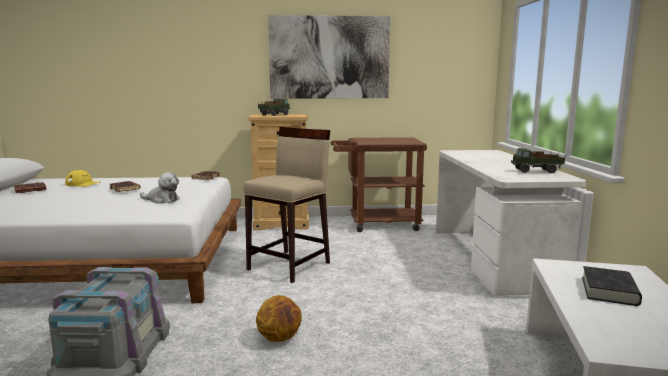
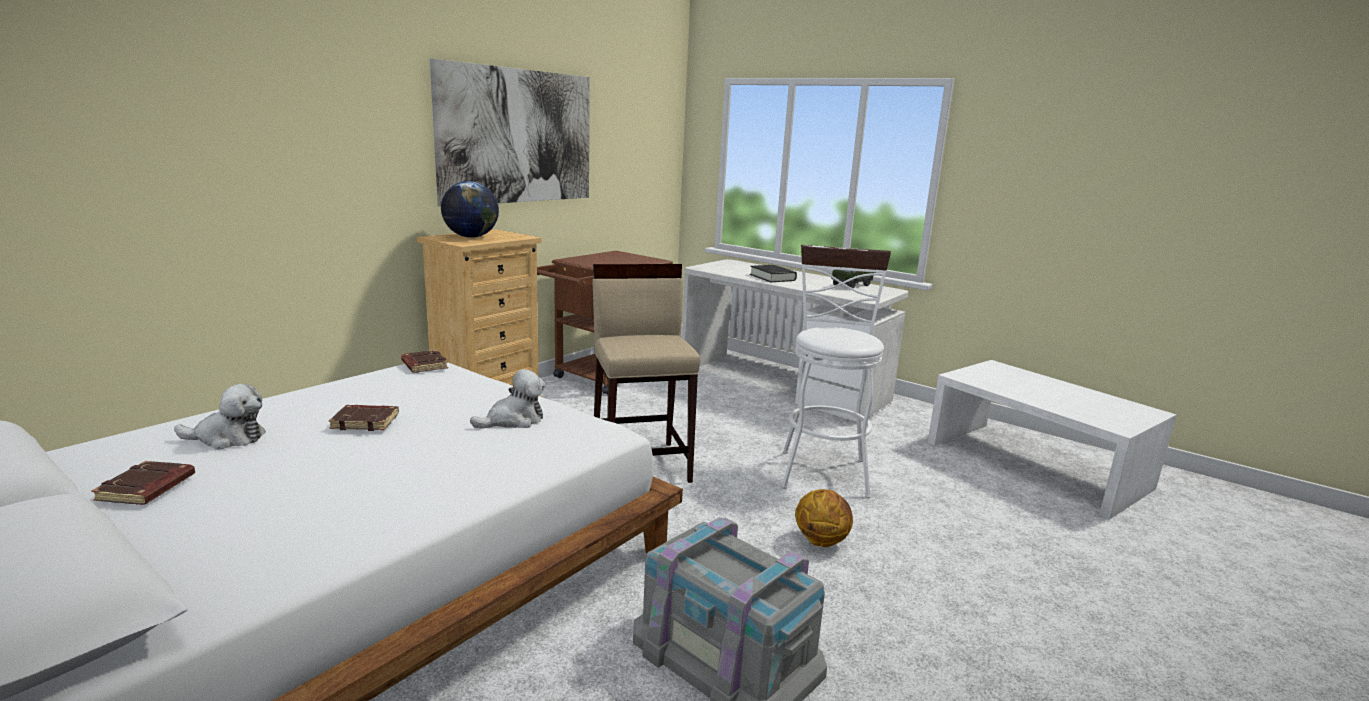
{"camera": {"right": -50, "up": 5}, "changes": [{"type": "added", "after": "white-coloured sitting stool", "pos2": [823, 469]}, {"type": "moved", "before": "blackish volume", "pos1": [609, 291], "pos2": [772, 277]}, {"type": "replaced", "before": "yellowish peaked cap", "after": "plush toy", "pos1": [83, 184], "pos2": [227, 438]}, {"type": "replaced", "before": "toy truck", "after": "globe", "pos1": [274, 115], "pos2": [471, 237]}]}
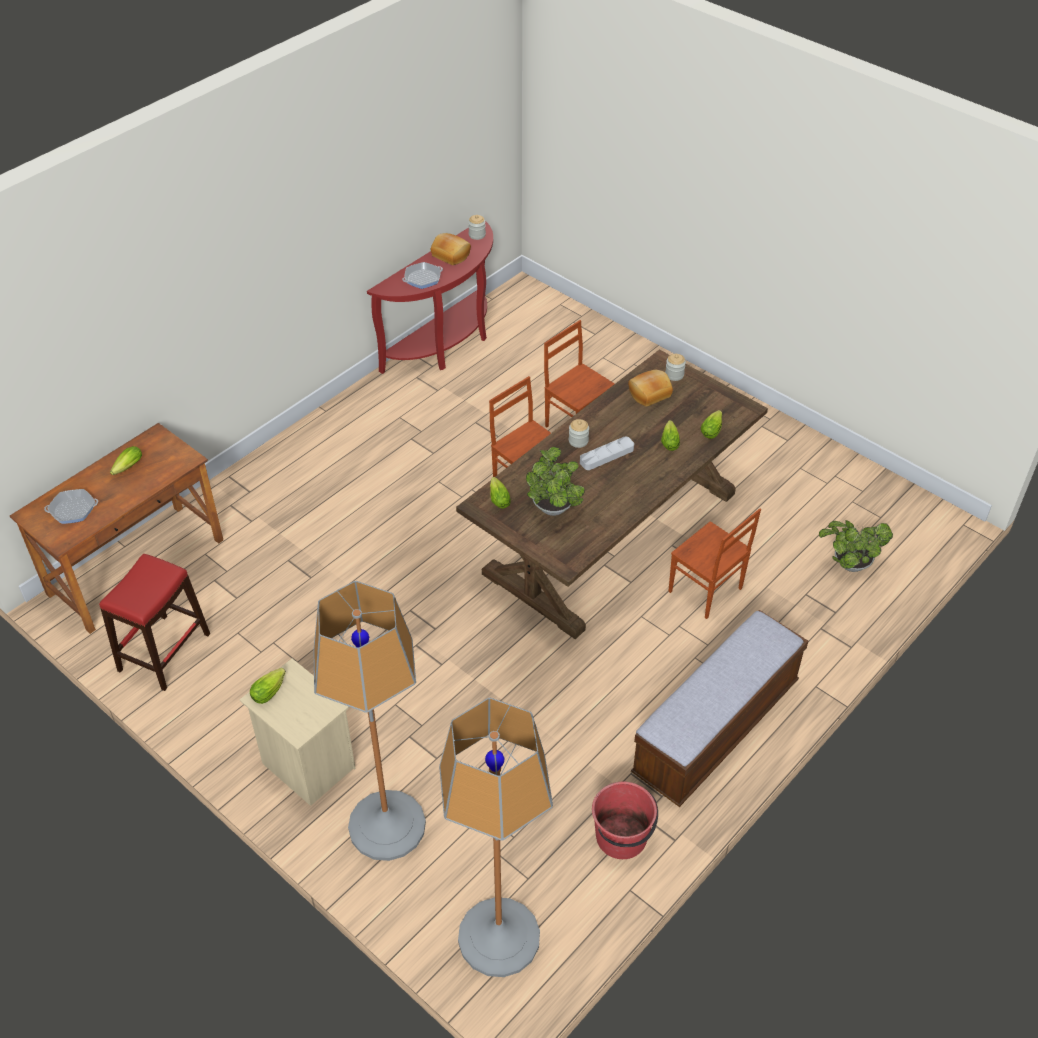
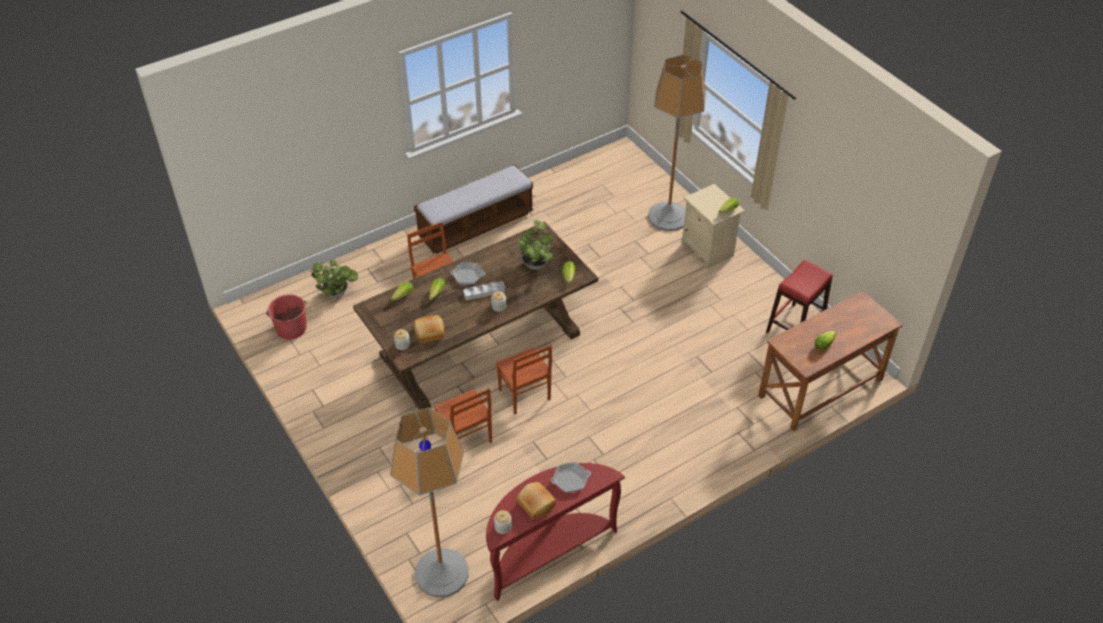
{"camera": {"right": -165, "up": 0}, "changes": [{"type": "moved", "before": "frying pan", "pos1": [73, 510], "pos2": [467, 276]}, {"type": "moved", "before": "standard lamp", "pos1": [499, 938], "pos2": [441, 573]}, {"type": "moved", "before": "red-coloured bucket", "pos1": [622, 837], "pos2": [291, 328]}]}
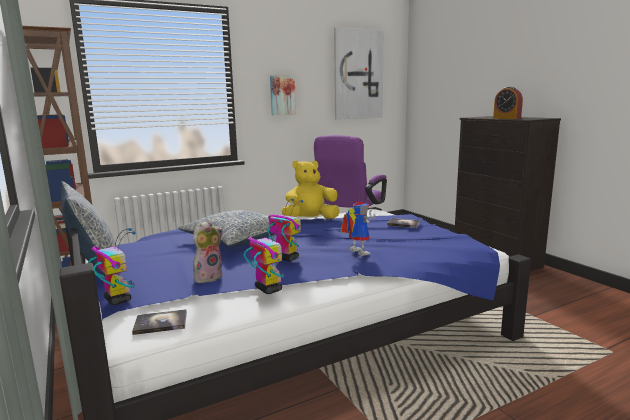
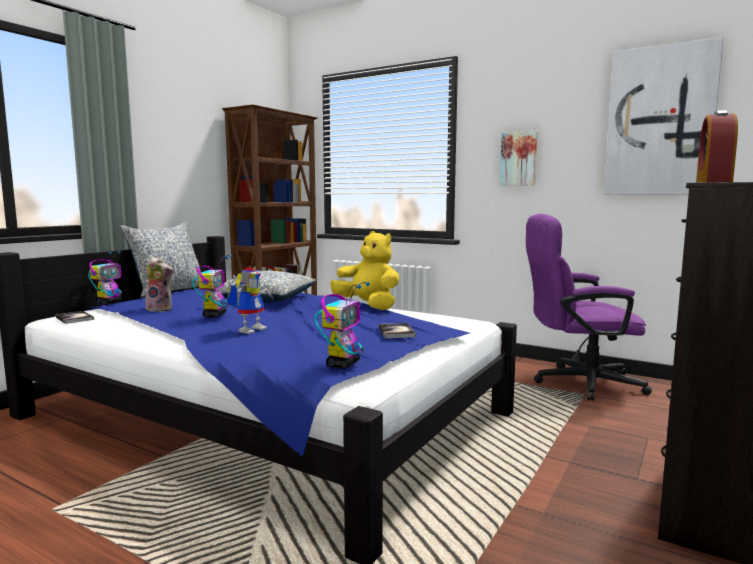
{"camera": {"right": 60, "up": -5}, "changes": [{"type": "moved", "before": "model robot", "pos1": [268, 289], "pos2": [343, 364]}]}
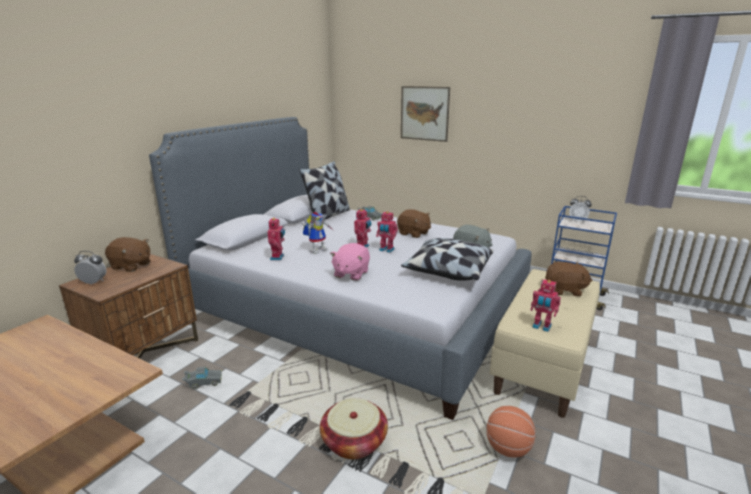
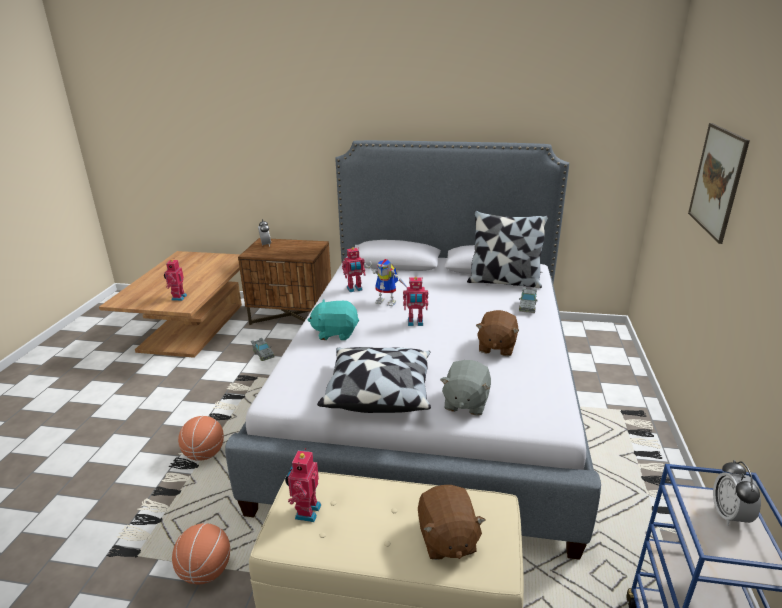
{"camera": {"right": 70, "up": 5}, "changes": [{"type": "removed", "before": "brown plush toy", "pos1": [131, 266]}, {"type": "moved", "before": "model robot", "pos1": [386, 250], "pos2": [178, 297]}, {"type": "replaced", "before": "basket", "after": "basketball ball", "pos1": [354, 441], "pos2": [204, 454]}, {"type": "recoloured", "before": "pinkish plush toy", "after": "turquoise-coloured plush toy", "pos1": [351, 274], "pos2": [335, 333]}]}
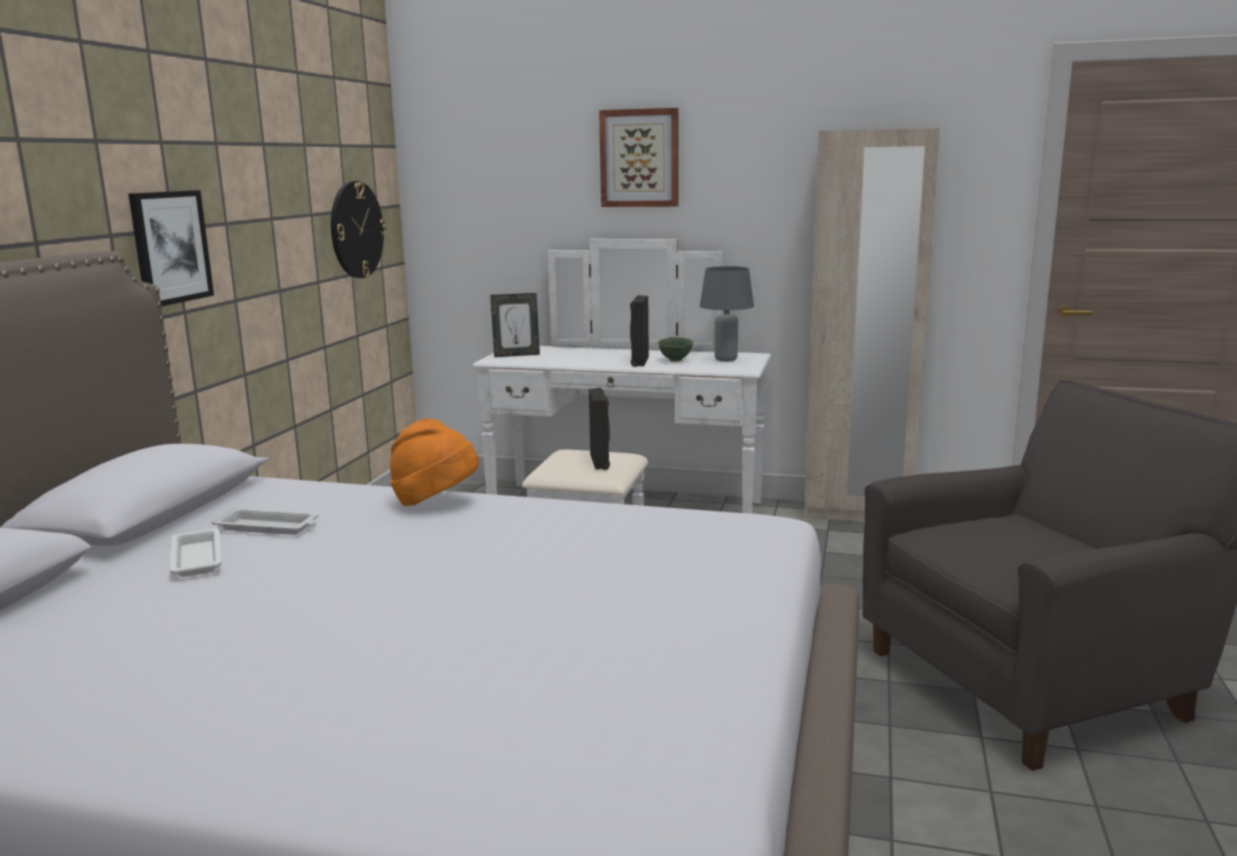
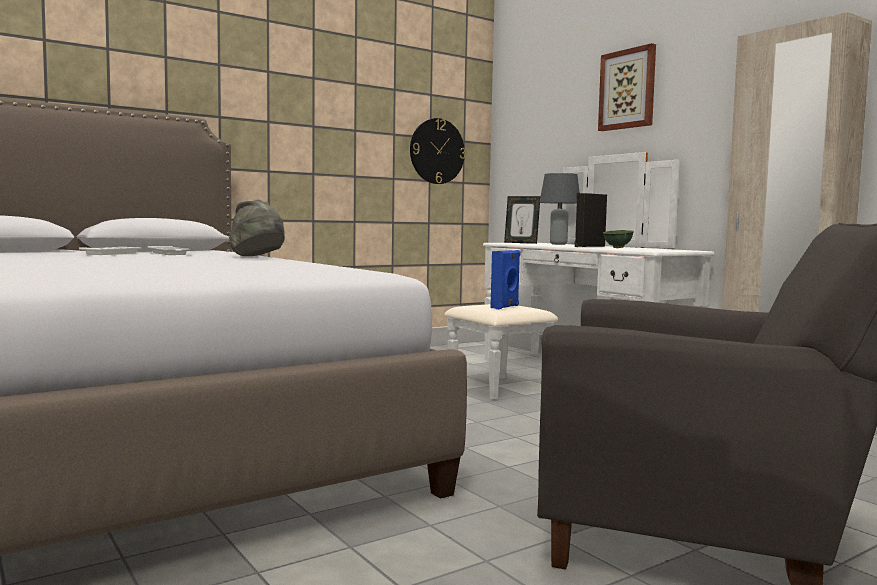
{"camera": {"right": 40, "up": -10}, "changes": [{"type": "removed", "before": "wall picture", "pos1": [170, 247]}, {"type": "moved", "before": "greyish table lamp", "pos1": [725, 359], "pos2": [558, 244]}, {"type": "recoloured", "before": "orange clothing hat", "after": "greyish clothing hat", "pos1": [435, 502], "pos2": [258, 257]}, {"type": "recoloured", "before": "blackish speaker", "after": "blue speaker", "pos1": [600, 462], "pos2": [505, 307]}]}
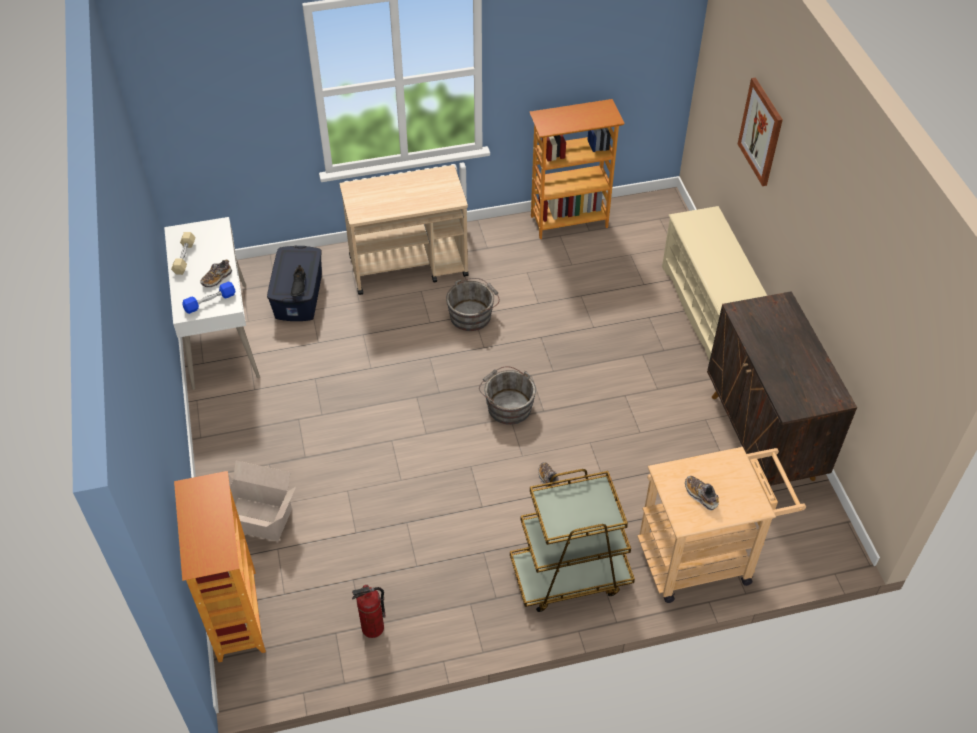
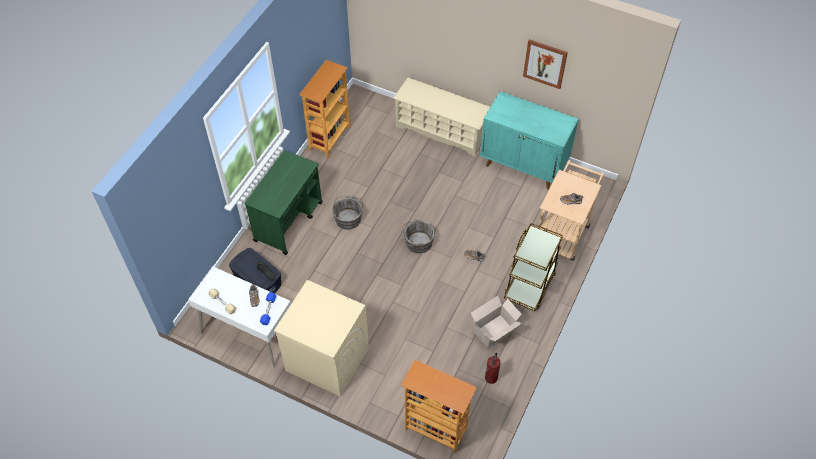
{"camera": {"right": -50, "up": 5}, "changes": [{"type": "added", "after": "beige laundry appliance", "pos2": [326, 359]}, {"type": "moved", "before": "cardboard box", "pos1": [259, 520], "pos2": [495, 331]}, {"type": "moved", "before": "wall picture", "pos1": [761, 132], "pos2": [545, 63]}, {"type": "recoloured", "before": "beige trolley", "after": "green trolley", "pos1": [409, 266], "pos2": [289, 221]}, {"type": "recoloured", "before": "brown storage cabinet", "after": "turquoise-coloured storage cabinet", "pos1": [762, 437], "pos2": [524, 166]}]}
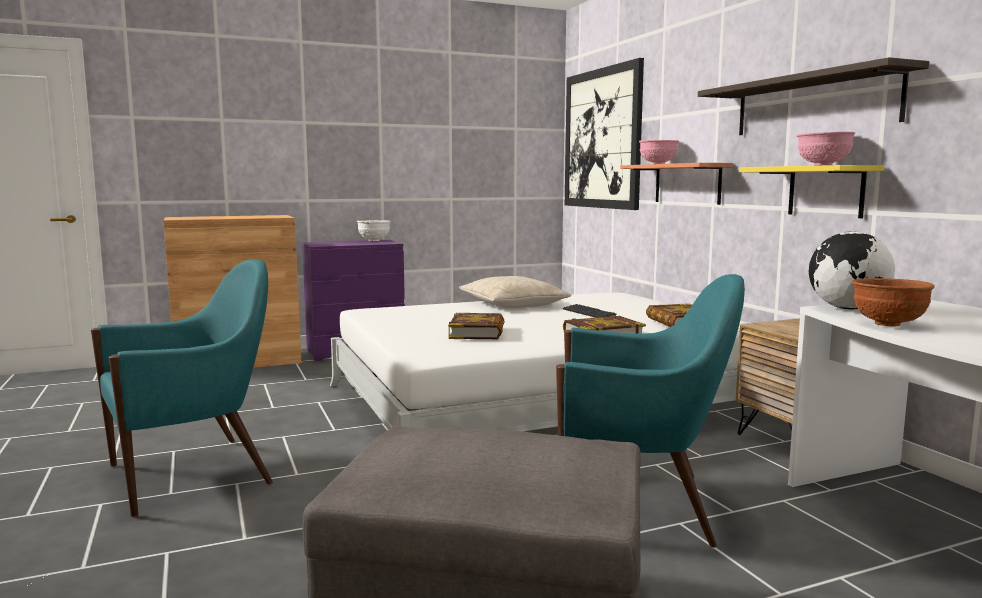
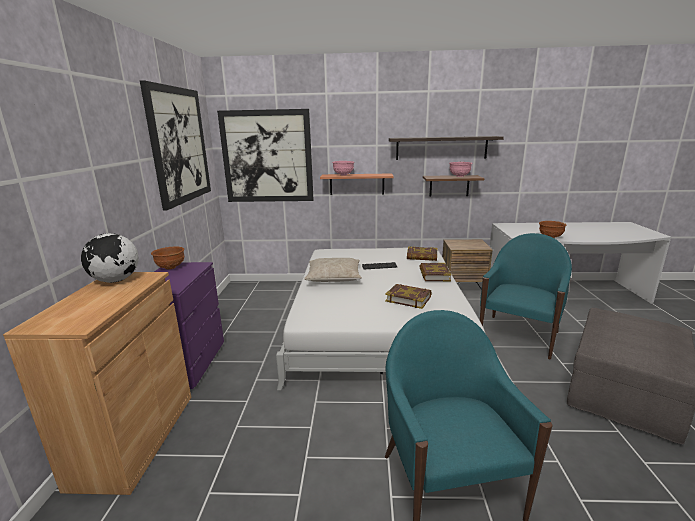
{"camera": {"right": -65, "up": 10}, "changes": [{"type": "added", "after": "wall picture", "pos2": [179, 145]}, {"type": "moved", "before": "globe", "pos1": [847, 308], "pos2": [116, 281]}, {"type": "recoloured", "before": "white-coloured serving bowl", "after": "brown serving bowl", "pos1": [374, 240], "pos2": [171, 267]}, {"type": "recoloured", "before": "yellowish wall shelf", "after": "brown wall shelf", "pos1": [825, 191], "pos2": [449, 185]}]}
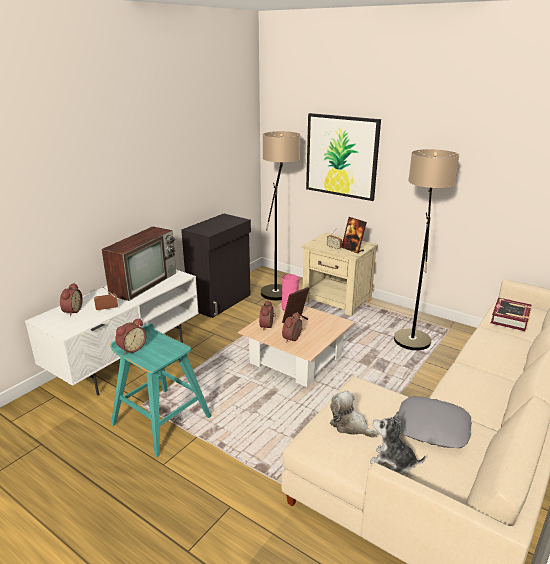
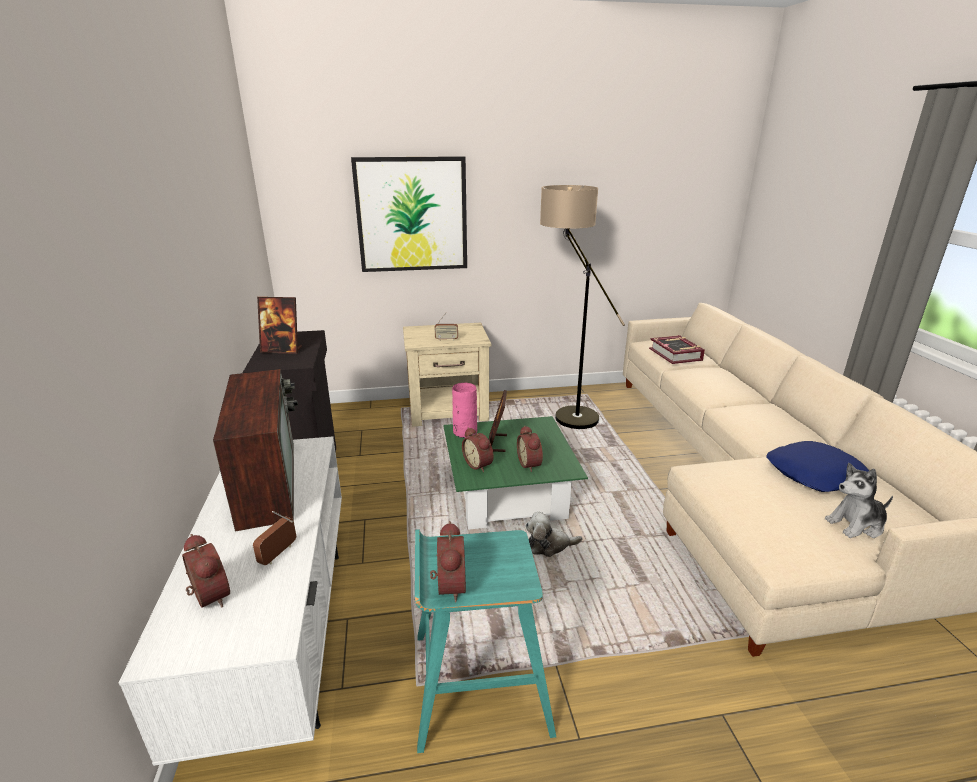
{"camera": {"right": -45, "up": 0}, "changes": [{"type": "removed", "before": "standard lamp", "pos1": [278, 288]}, {"type": "moved", "before": "plush toy", "pos1": [350, 425], "pos2": [549, 545]}, {"type": "moved", "before": "standing frame", "pos1": [352, 249], "pos2": [282, 350]}, {"type": "recoloured", "before": "beige lounge table", "after": "green lounge table", "pos1": [296, 359], "pos2": [508, 494]}, {"type": "recoloured", "before": "greyish pillow", "after": "blue pillow", "pos1": [432, 428], "pos2": [815, 474]}]}
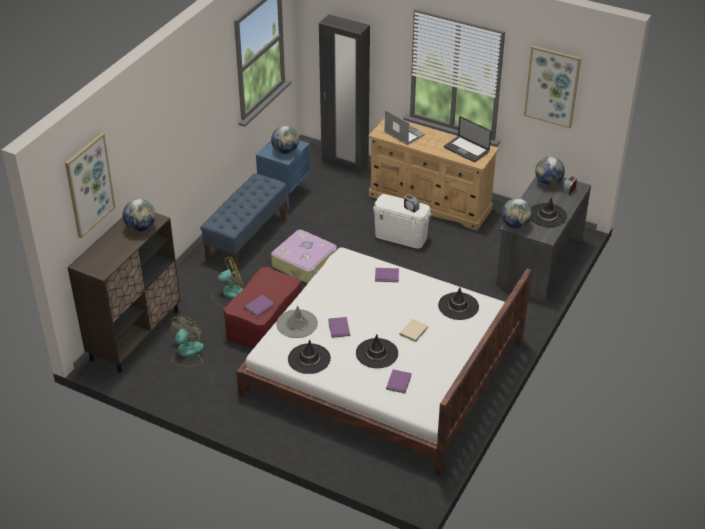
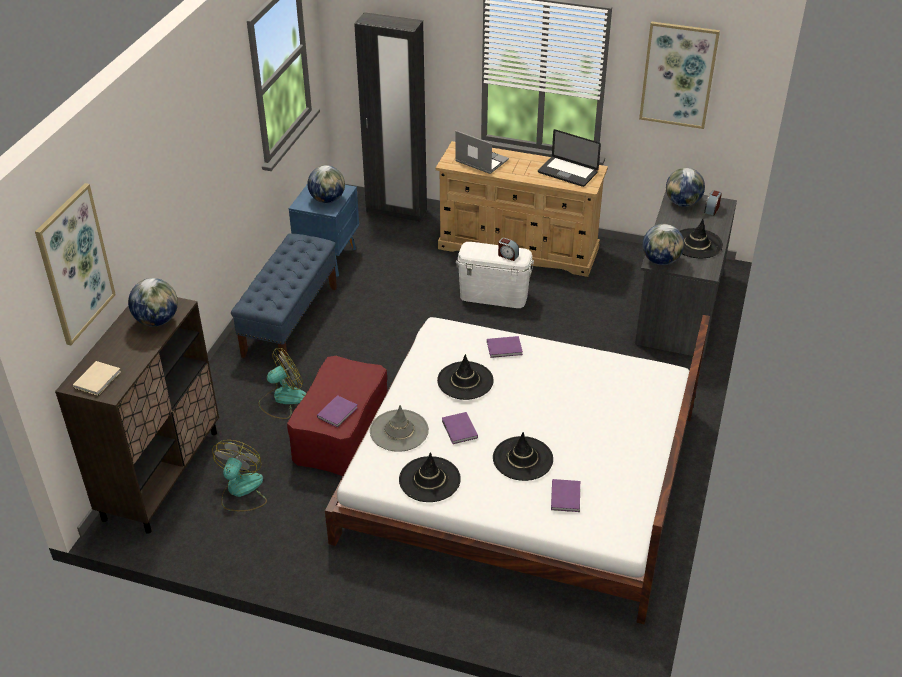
{"camera": {"right": -10, "up": 0}, "changes": [{"type": "removed", "before": "suitcase", "pos1": [305, 263]}, {"type": "moved", "before": "beige volume", "pos1": [414, 331], "pos2": [98, 379]}, {"type": "moved", "before": "blackish clothing hat", "pos1": [458, 306], "pos2": [465, 381]}]}
